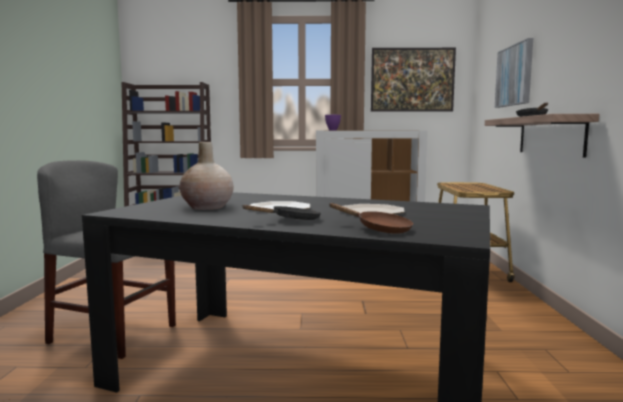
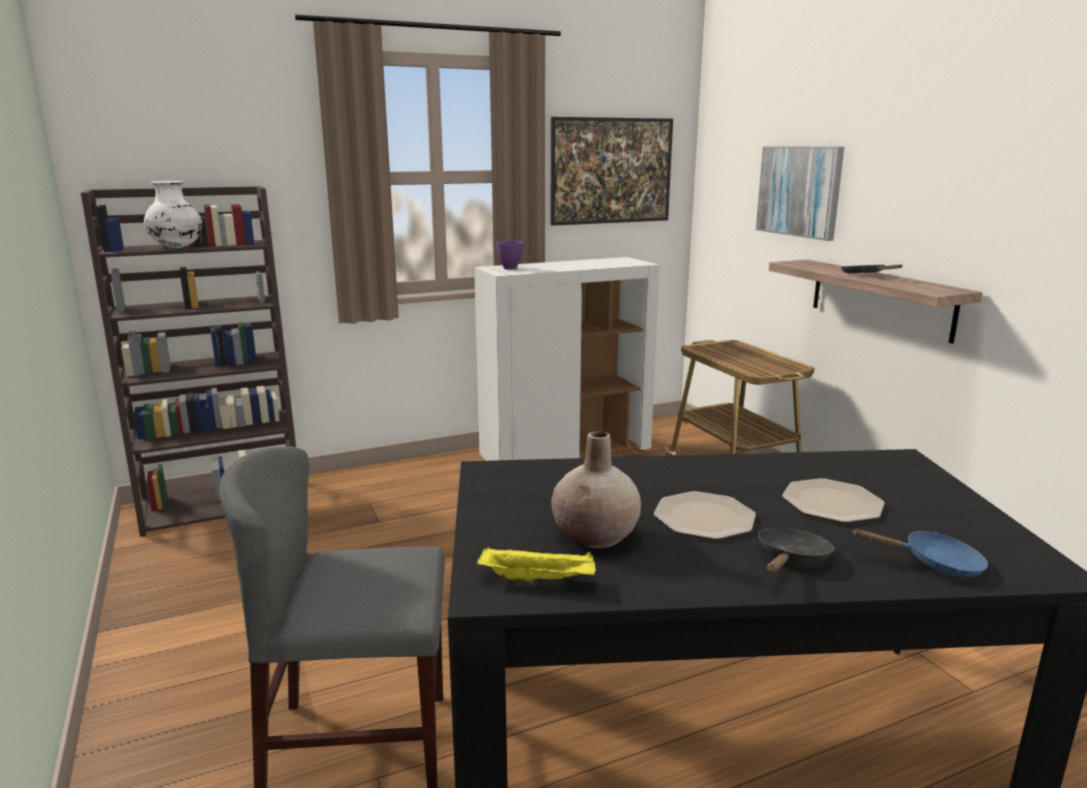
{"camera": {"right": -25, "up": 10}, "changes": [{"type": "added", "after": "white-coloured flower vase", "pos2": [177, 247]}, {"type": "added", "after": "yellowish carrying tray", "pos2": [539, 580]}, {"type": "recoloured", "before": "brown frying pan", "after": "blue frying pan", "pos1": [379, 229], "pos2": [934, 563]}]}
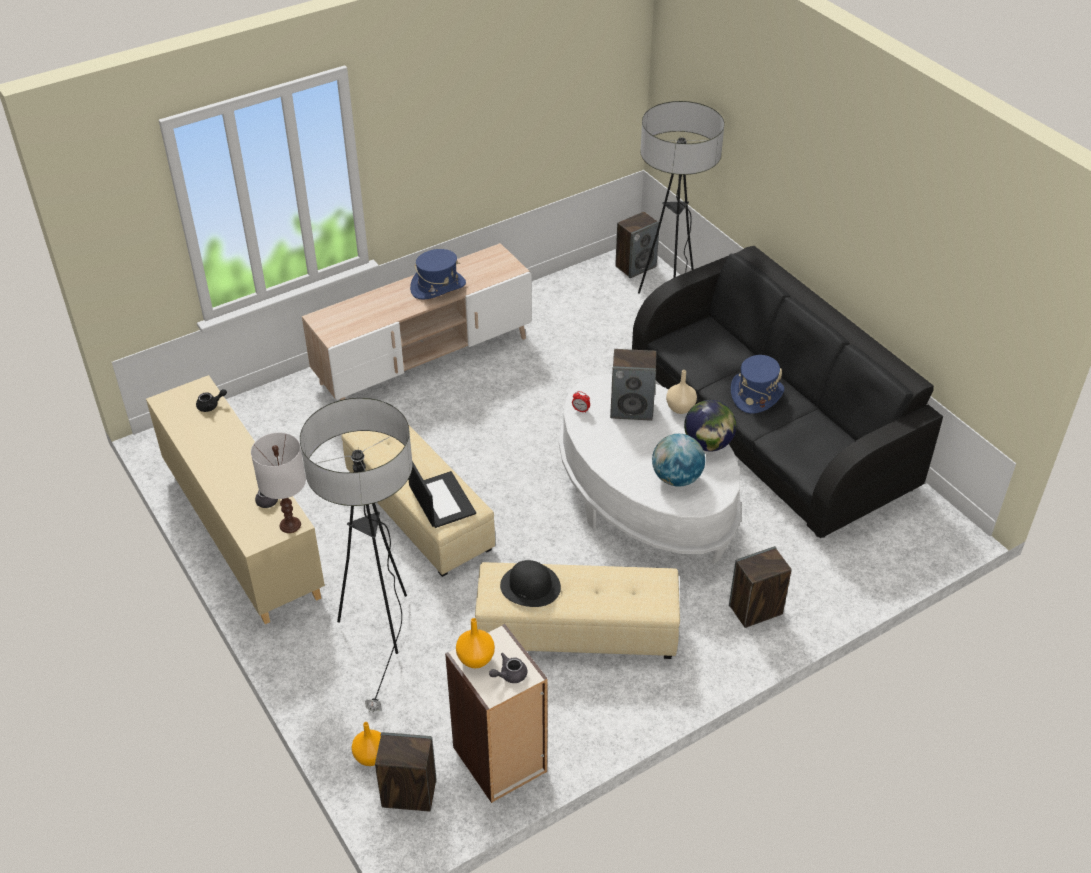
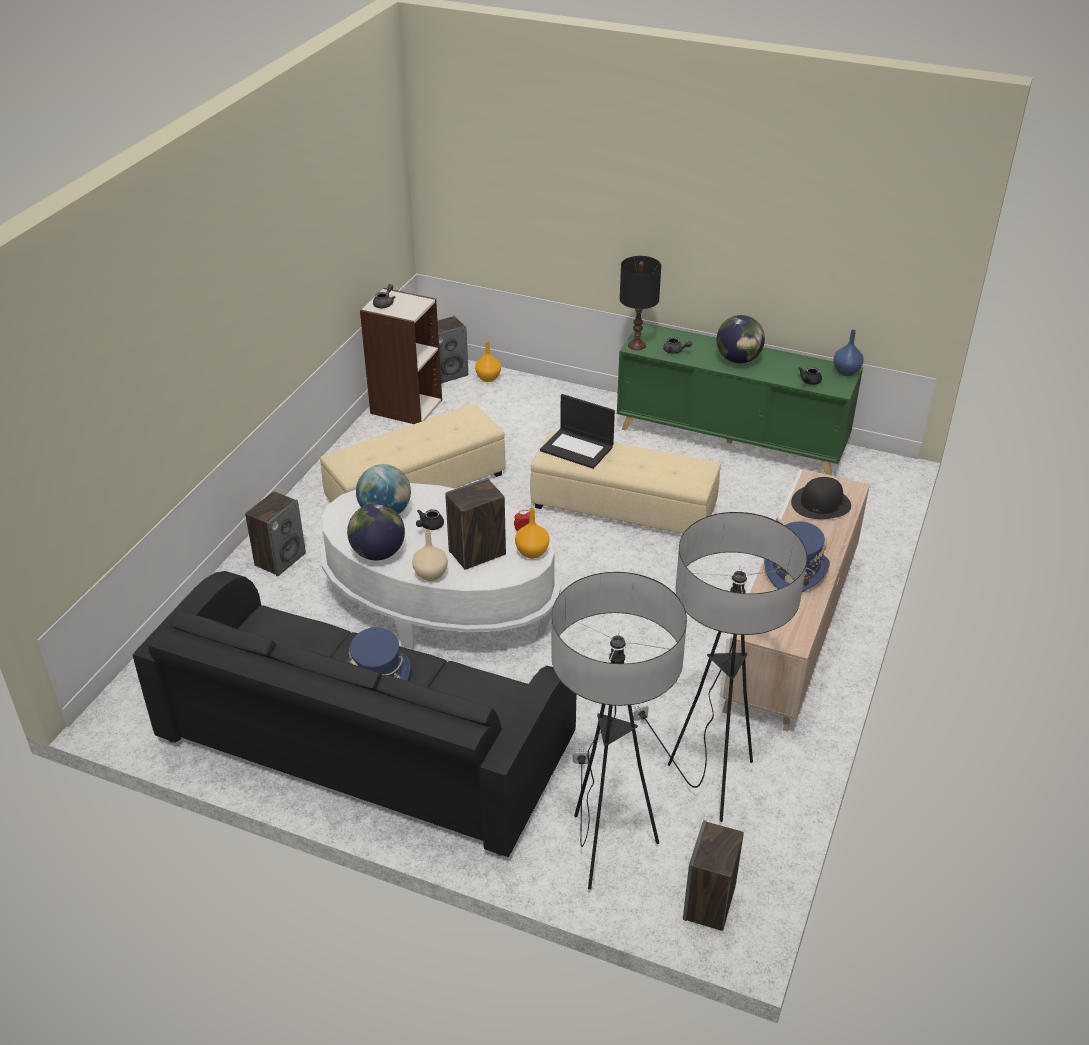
{"camera": {"right": 145, "up": -5}, "changes": [{"type": "added", "after": "blackish pot for tea", "pos2": [429, 526]}, {"type": "added", "after": "globe", "pos2": [738, 360]}, {"type": "added", "after": "blue flower vase", "pos2": [845, 372]}, {"type": "moved", "before": "standard lamp", "pos1": [381, 631], "pos2": [709, 783]}, {"type": "moved", "before": "orange flower vase", "pos1": [475, 658], "pos2": [533, 552]}, {"type": "moved", "before": "blackish clothing hat", "pos1": [530, 586], "pos2": [820, 504]}, {"type": "recoloured", "before": "beige storage cabinet", "after": "green storage cabinet", "pos1": [242, 532], "pos2": [731, 438]}, {"type": "recoloured", "before": "white-coloured table lamp", "after": "blackish table lamp", "pos1": [289, 525], "pos2": [637, 345]}]}
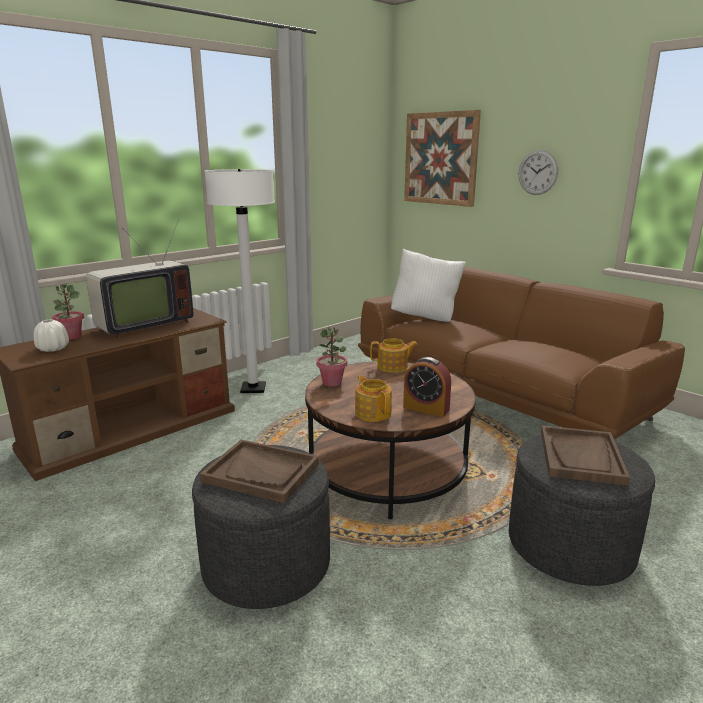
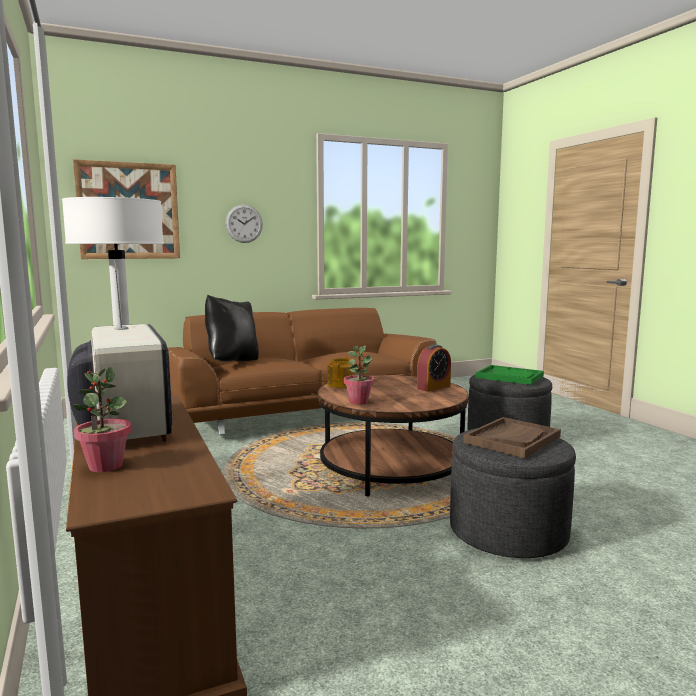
{"camera": {"right": -70, "up": -10}, "changes": [{"type": "removed", "before": "white-coloured flower vase", "pos1": [53, 349]}, {"type": "removed", "before": "pot for tea", "pos1": [373, 413]}, {"type": "recoloured", "before": "white-coloured pillow", "after": "blackish pillow", "pos1": [425, 317], "pos2": [232, 362]}, {"type": "recoloured", "before": "brown carrying tray", "after": "green carrying tray", "pos1": [581, 457], "pos2": [510, 377]}]}
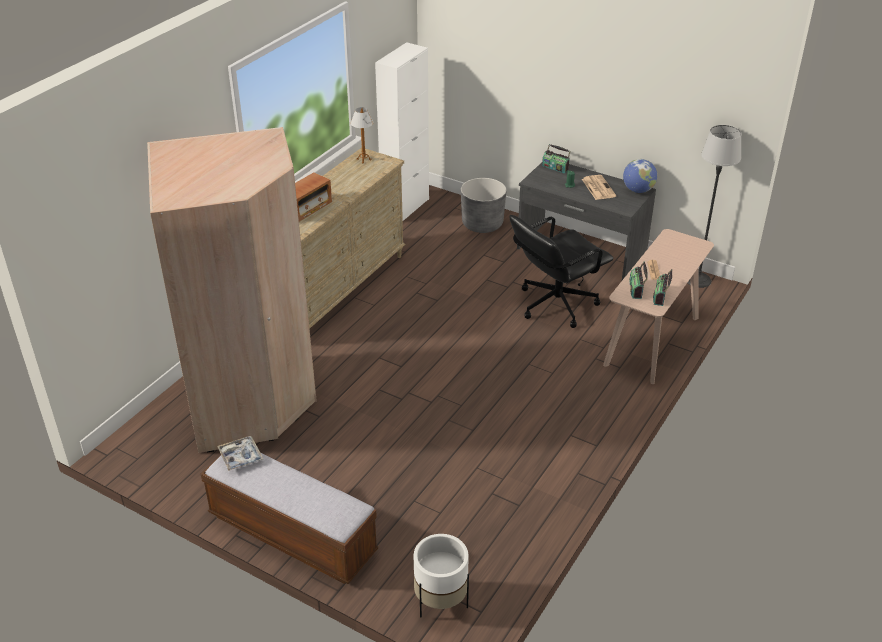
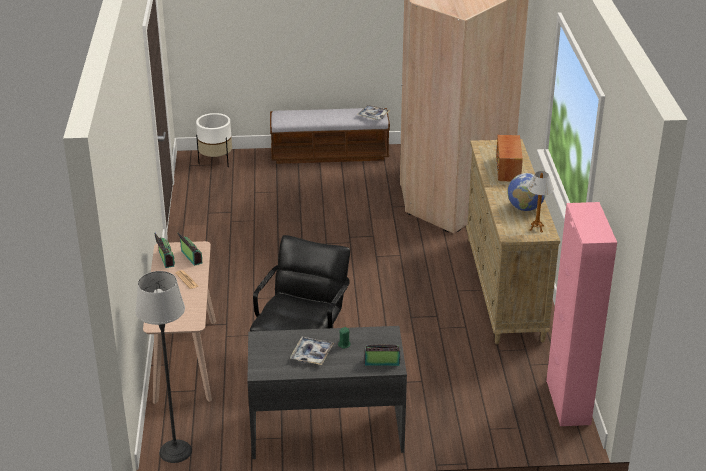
{"camera": {"right": 145, "up": -5}, "changes": [{"type": "removed", "before": "greyish flower pot", "pos1": [482, 224]}, {"type": "moved", "before": "globe", "pos1": [638, 190], "pos2": [525, 208]}, {"type": "replaced", "before": "newspaper", "after": "carrying tray", "pos1": [598, 187], "pos2": [312, 354]}, {"type": "recoloured", "before": "white-coloured storage cabinet", "after": "pinkish storage cabinet", "pos1": [405, 207], "pos2": [568, 402]}]}
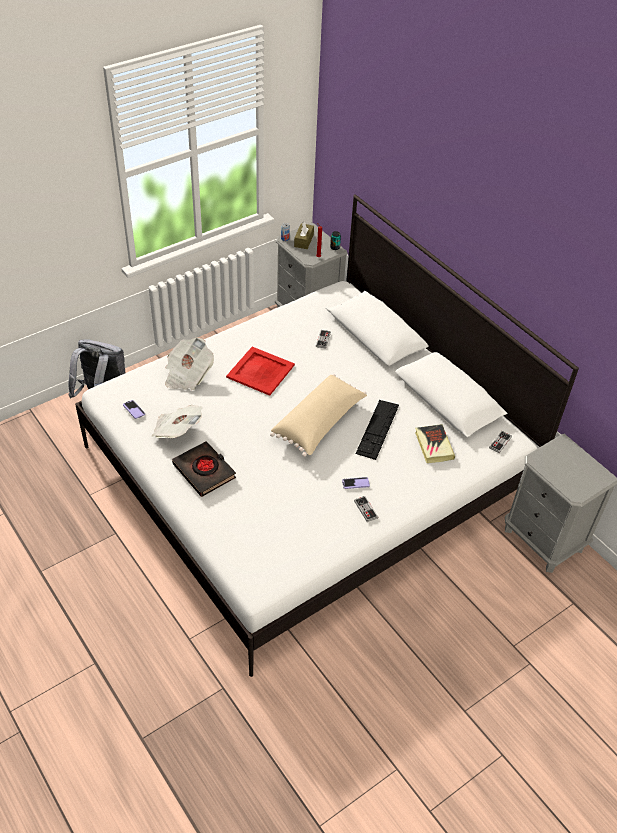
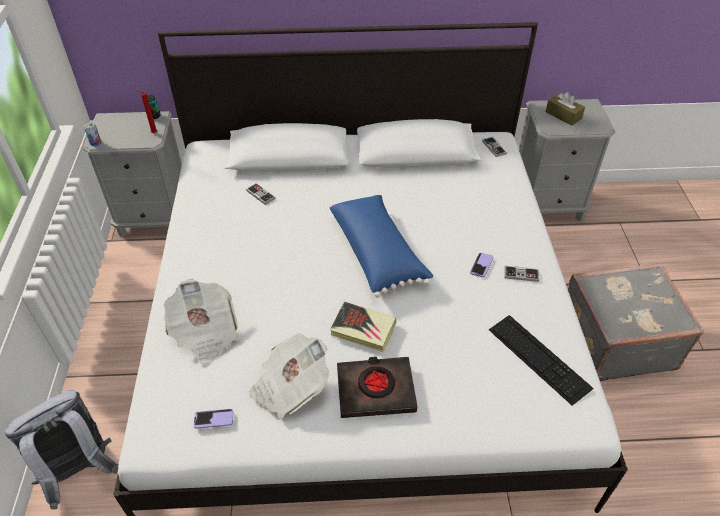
{"camera": {"right": -55, "up": 0}, "changes": [{"type": "removed", "before": "red-coloured carrying tray", "pos1": [260, 371]}, {"type": "added", "after": "greyish suitcase", "pos2": [613, 341]}, {"type": "moved", "before": "brown tissue holder", "pos1": [304, 240], "pos2": [563, 115]}, {"type": "moved", "before": "keyboard", "pos1": [377, 429], "pos2": [538, 358]}, {"type": "moved", "before": "volume", "pos1": [433, 446], "pos2": [363, 329]}, {"type": "recoloured", "before": "beige pillow", "after": "blue pillow", "pos1": [320, 423], "pos2": [378, 253]}]}
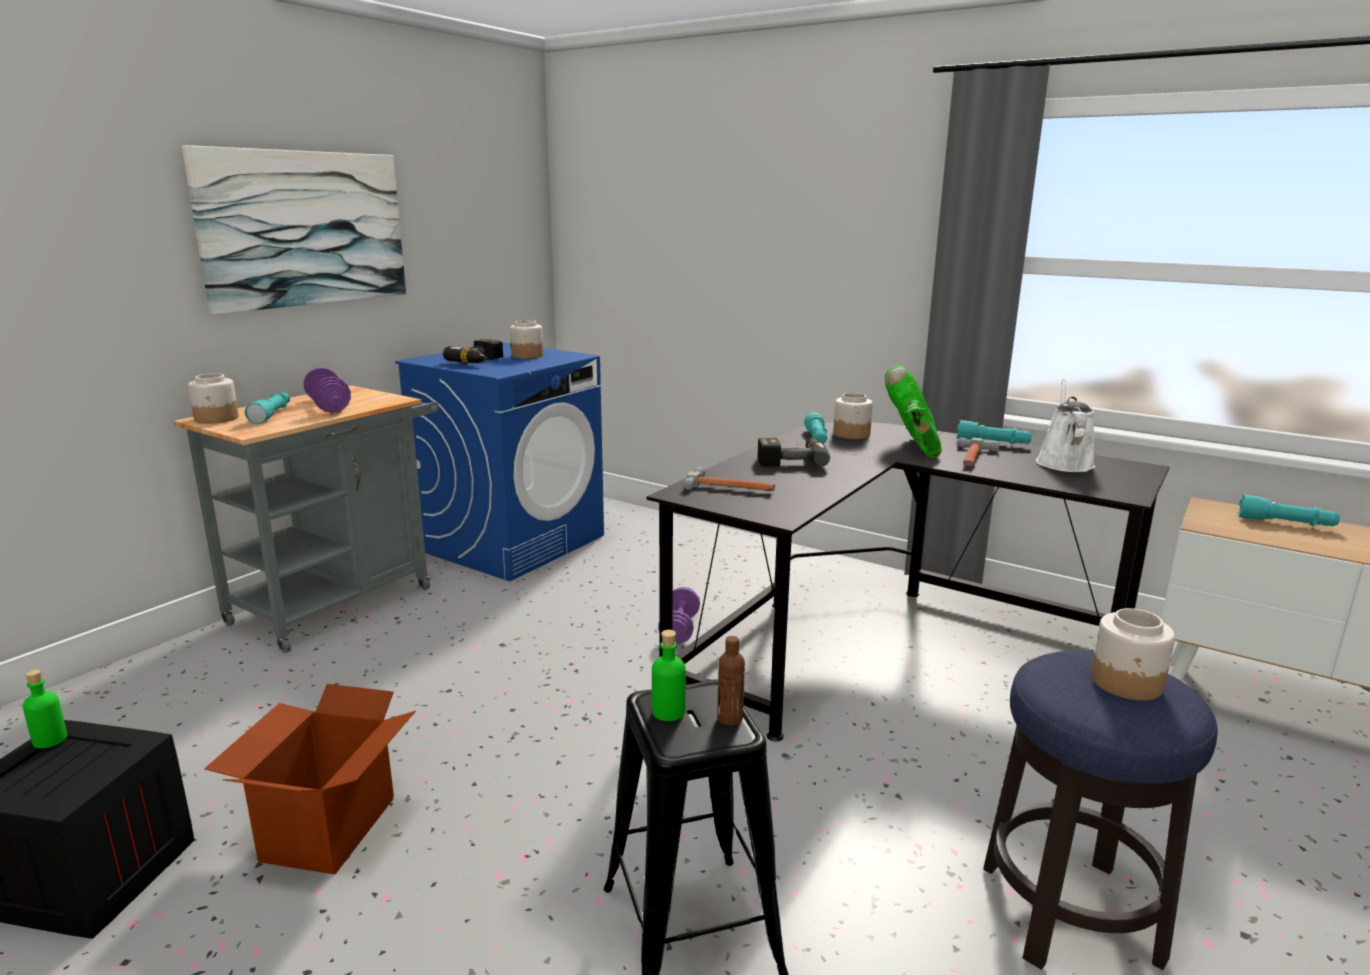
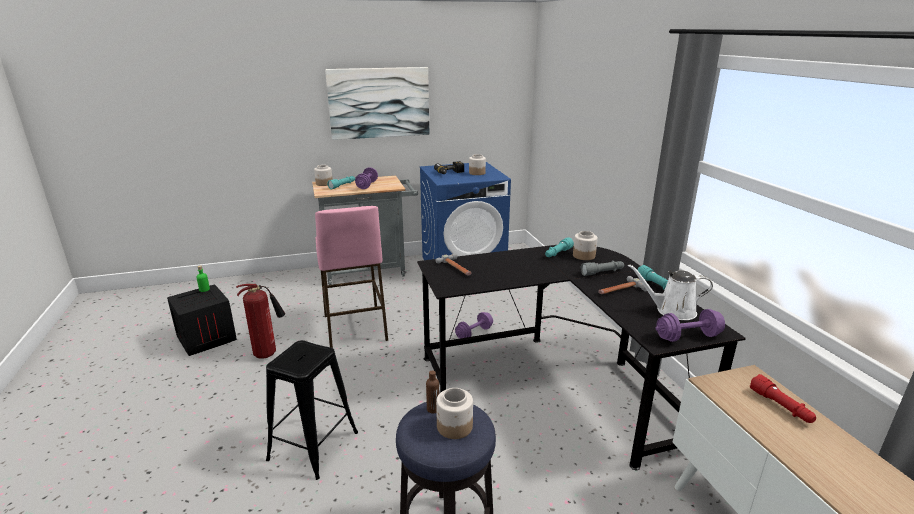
{"camera": {"right": 40, "up": 5}, "changes": [{"type": "removed", "before": "green drink bottle", "pos1": [668, 712]}, {"type": "removed", "before": "electric drill", "pos1": [791, 460]}, {"type": "added", "after": "pinkish sitting stool", "pos2": [355, 328]}, {"type": "added", "after": "purple hand weight", "pos2": [688, 337]}, {"type": "moved", "before": "brown drink bottle", "pos1": [730, 718], "pos2": [433, 409]}, {"type": "replaced", "before": "cardboard box", "after": "fire-fighting cylinder", "pos1": [327, 828], "pos2": [268, 353]}, {"type": "replaced", "before": "green tall boot", "after": "greyish flashlight", "pos1": [913, 446], "pos2": [602, 272]}, {"type": "recoloured", "before": "turquoise-coloured flashlight", "after": "red-coloured flashlight", "pos1": [1285, 523], "pos2": [781, 407]}, {"type": "turned", "before": "white-coloured watering pot", "pos1": [1063, 462], "pos2": [671, 311], "turn": -135}]}
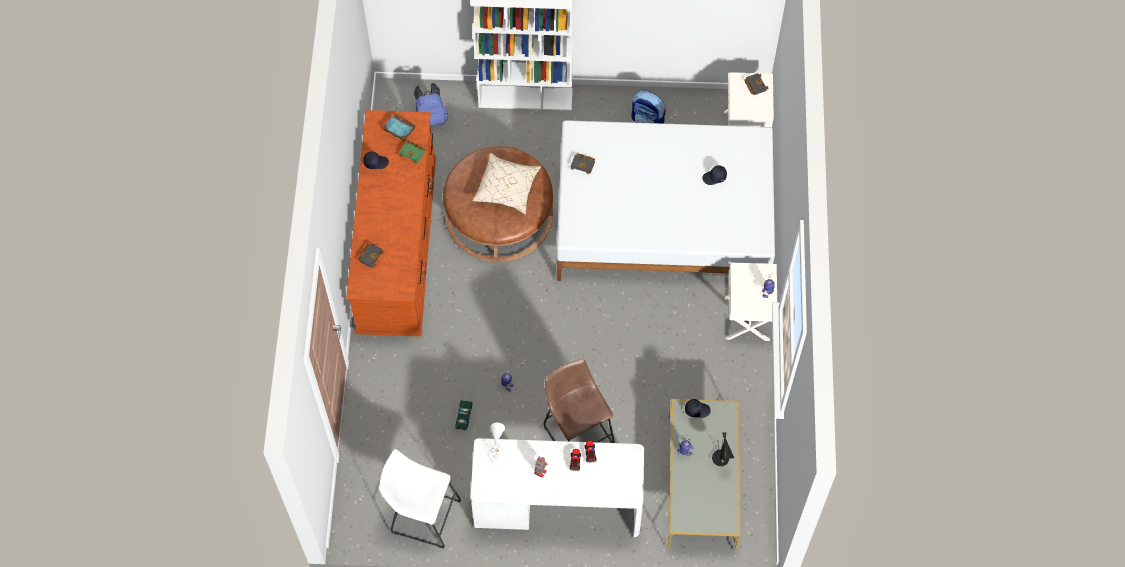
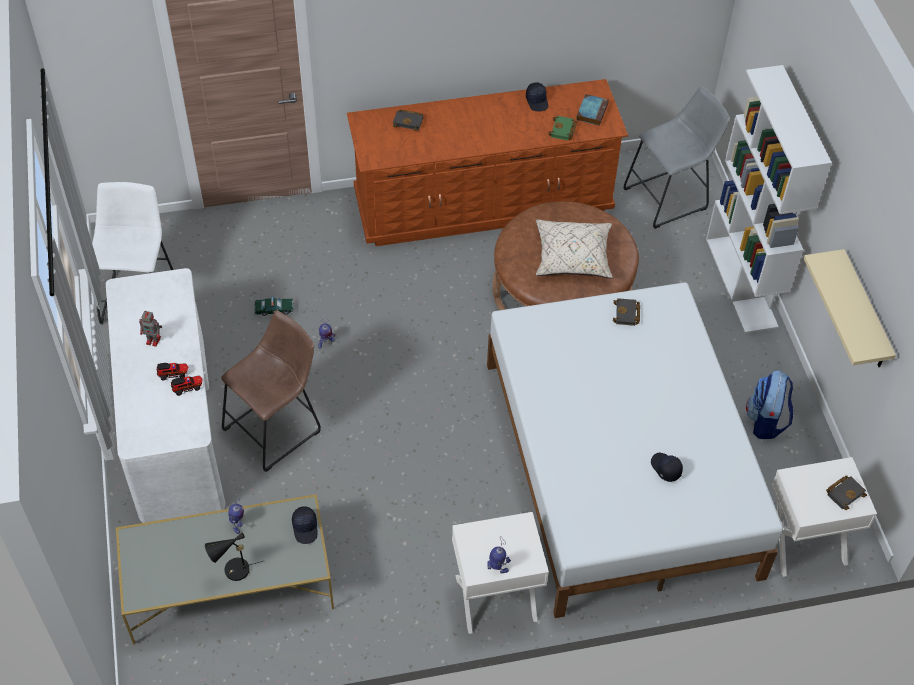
{"camera": {"right": 75, "up": -10}, "changes": [{"type": "removed", "before": "white-coloured table lamp", "pos1": [498, 452]}, {"type": "added", "after": "beige wall shelf", "pos2": [864, 312]}, {"type": "replaced", "before": "blue knapsack", "after": "greyish sitting stool", "pos1": [430, 118], "pos2": [669, 197]}]}
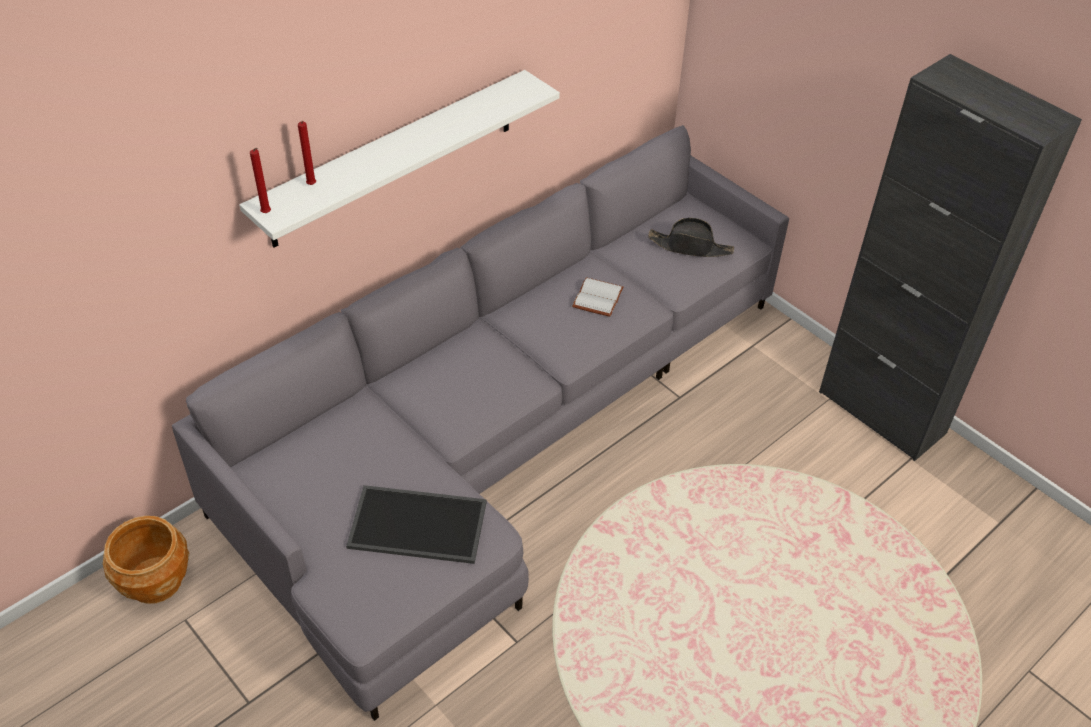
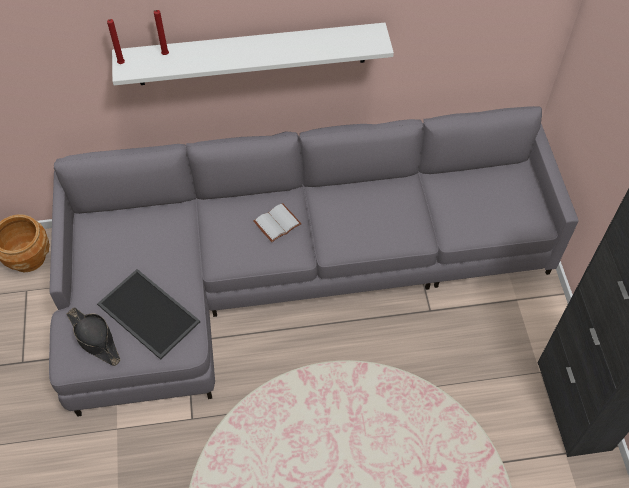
{"camera": {"right": 35, "up": 10}, "changes": [{"type": "moved", "before": "white-coloured volume", "pos1": [596, 297], "pos2": [277, 222]}, {"type": "moved", "before": "blackish clothing hat", "pos1": [690, 247], "pos2": [95, 339]}]}
